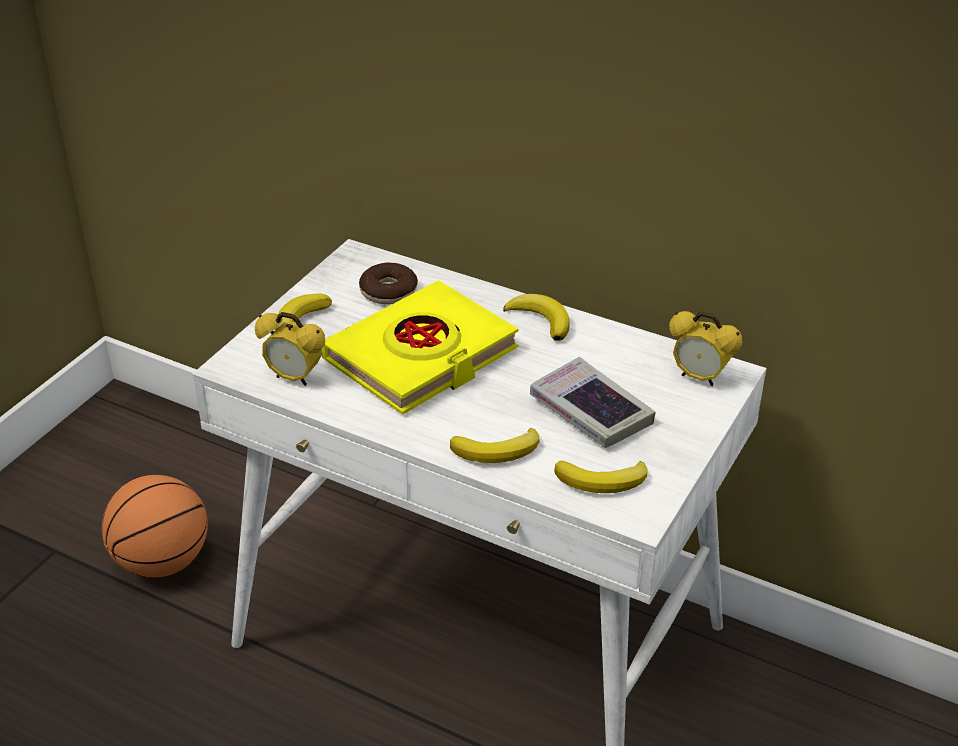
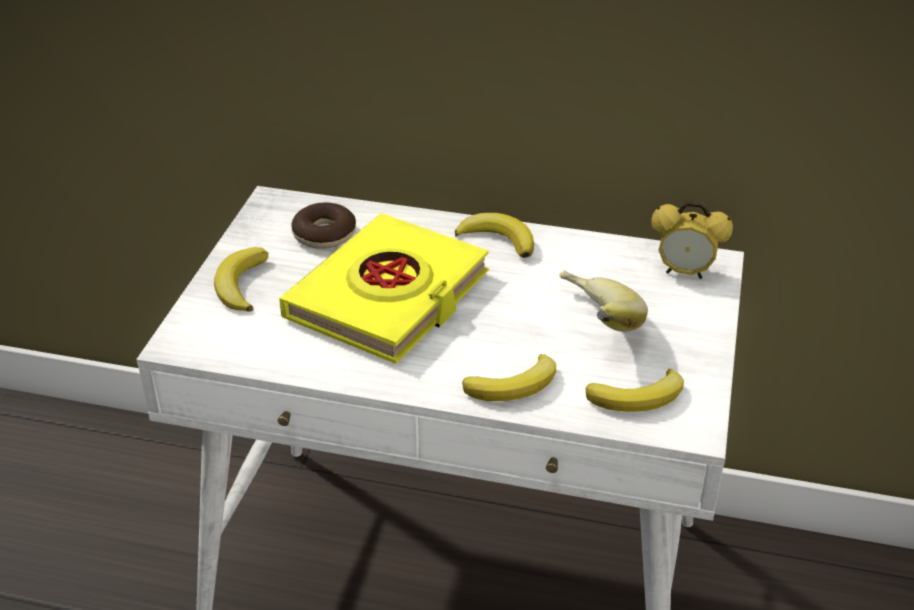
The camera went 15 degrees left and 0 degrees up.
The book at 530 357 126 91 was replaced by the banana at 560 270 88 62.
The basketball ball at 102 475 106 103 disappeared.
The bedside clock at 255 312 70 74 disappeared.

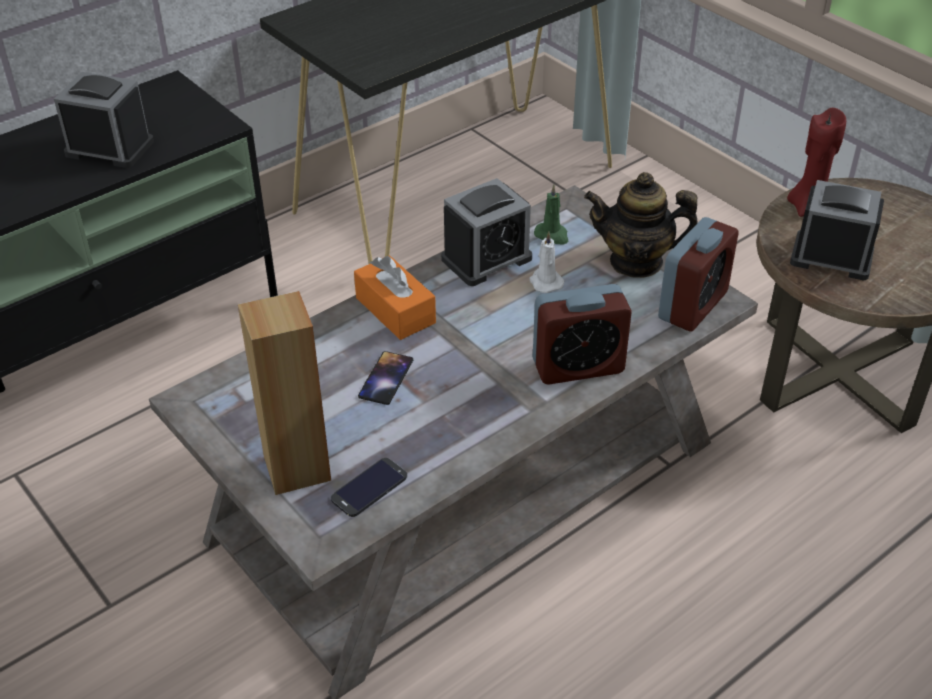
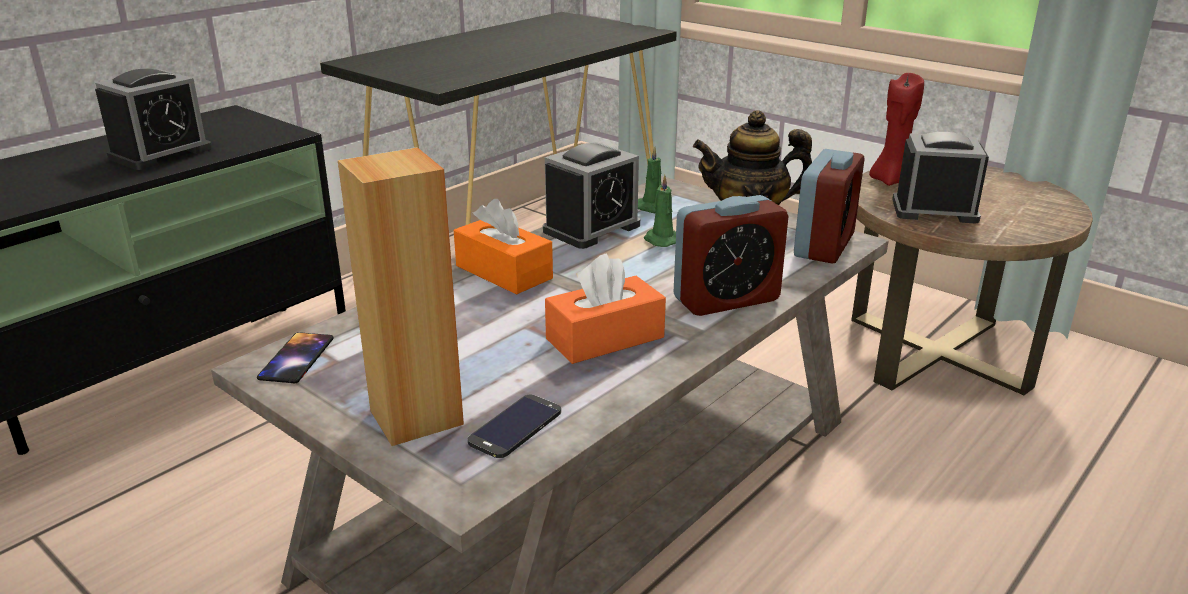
The camera went 10 degrees left and 15 degrees down.
The bedside clock at 54 72 100 96 turned 120 degrees clockwise.
The telephone moved from 358 351 55 54 to 257 332 77 51.
The tissue box (orange) at 545 253 121 111 appeared.
The candle (whitish) at 530 231 35 62 became the candle (greenish) at 644 175 32 72.

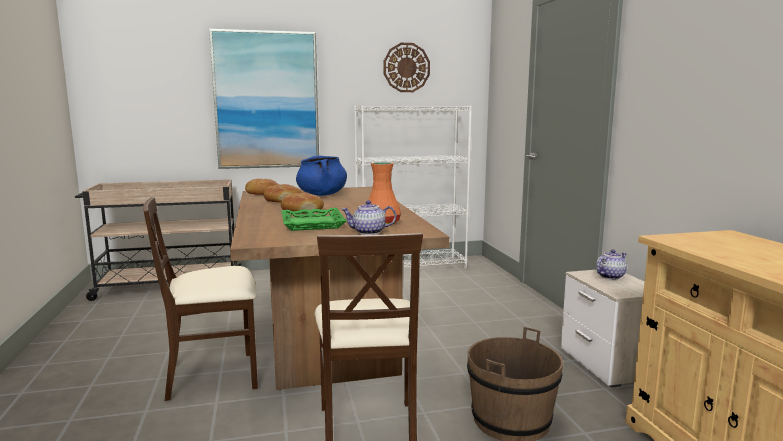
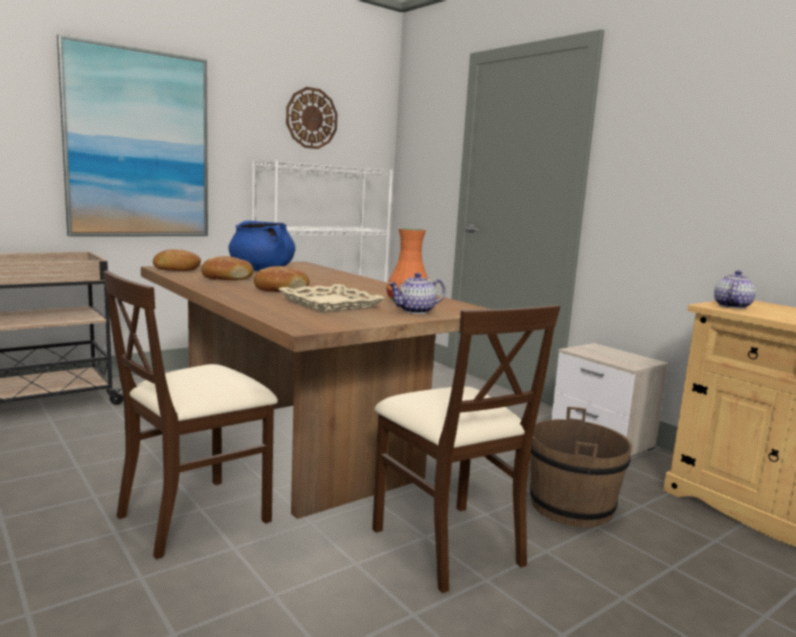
The camera went 25 degrees left and 0 degrees up.
The carrying tray (greenish) at 281 208 66 23 became the carrying tray (beige-coloured) at 279 284 106 28.
The pot for tea moved from 596 249 31 30 to 714 271 42 38.

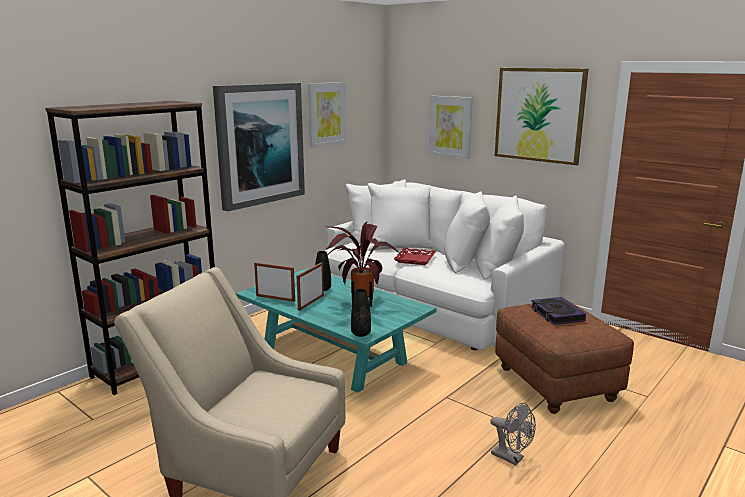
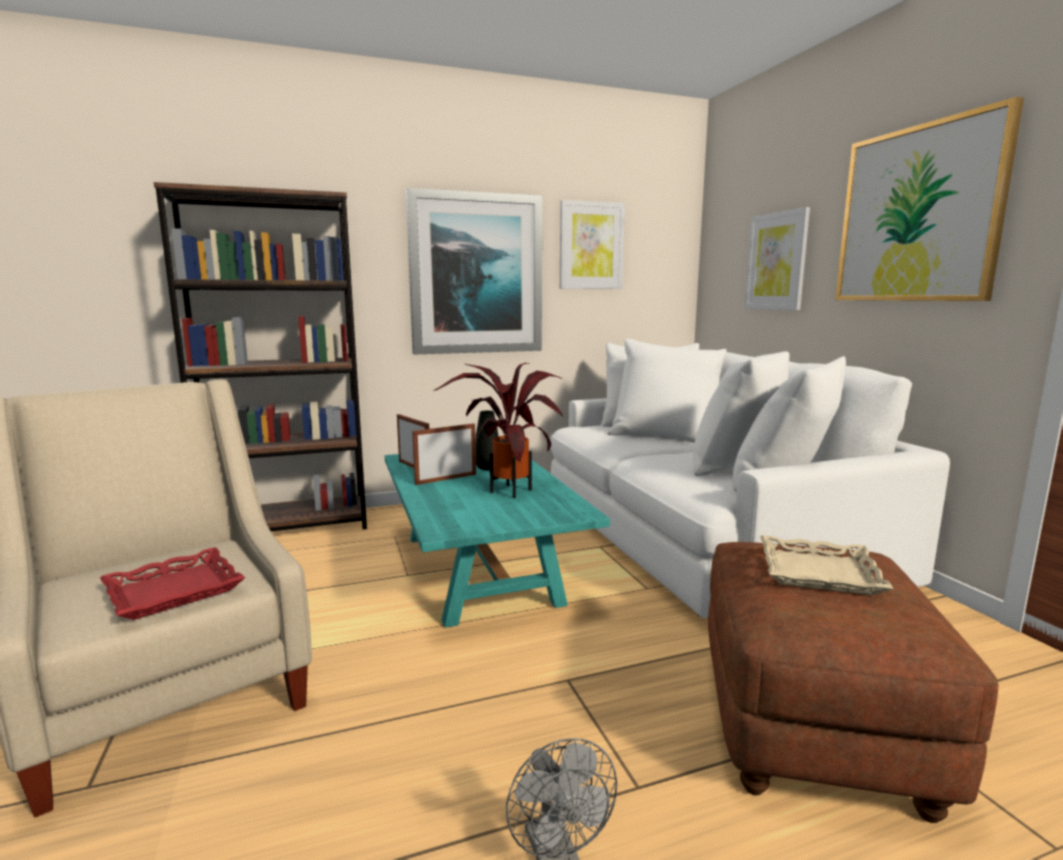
The camera went 30 degrees right and 5 degrees down.
The carrying tray (reddish) moved from 394 247 42 18 to 100 547 145 73.
The book at 531 297 55 28 was replaced by the carrying tray (beige-coloured) at 760 535 134 60.
The vase (blackish) at 351 289 20 48 disappeared.

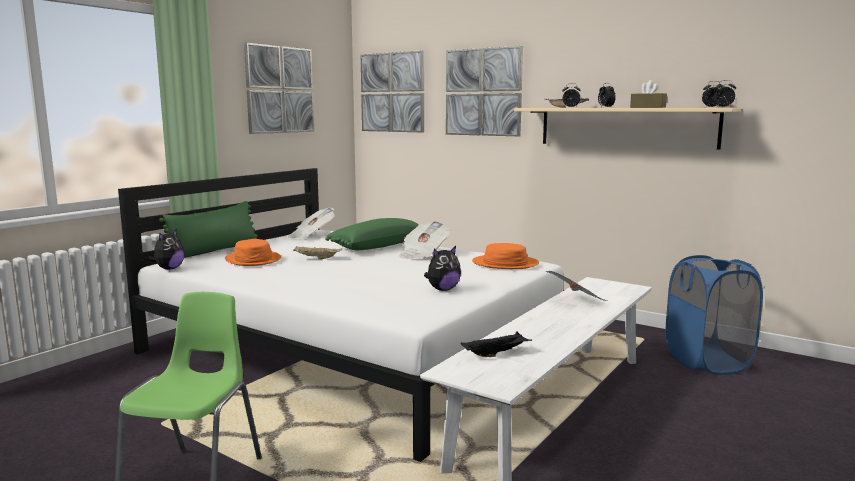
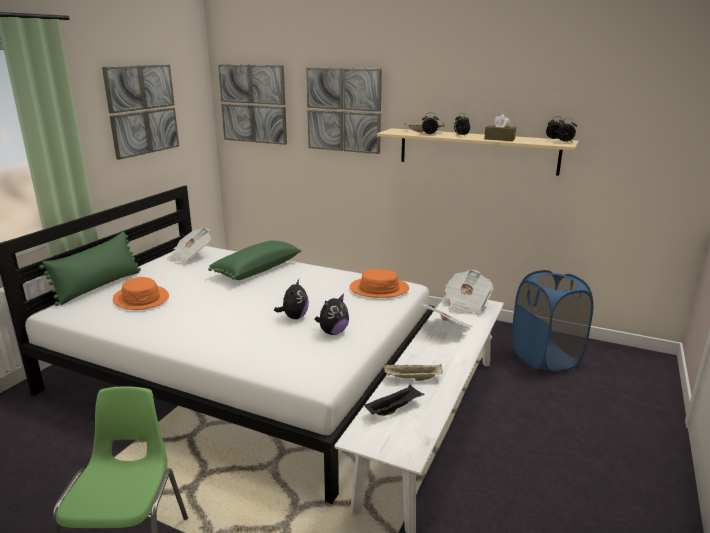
The camera went 10 degrees left and 10 degrees up.
The soft toy moved from 148 229 37 41 to 274 279 35 40.
The carrying tray (beige-coloured) moved from 293 246 49 13 to 384 364 59 17.
The printed paper moved from 400 221 51 38 to 444 270 50 44.

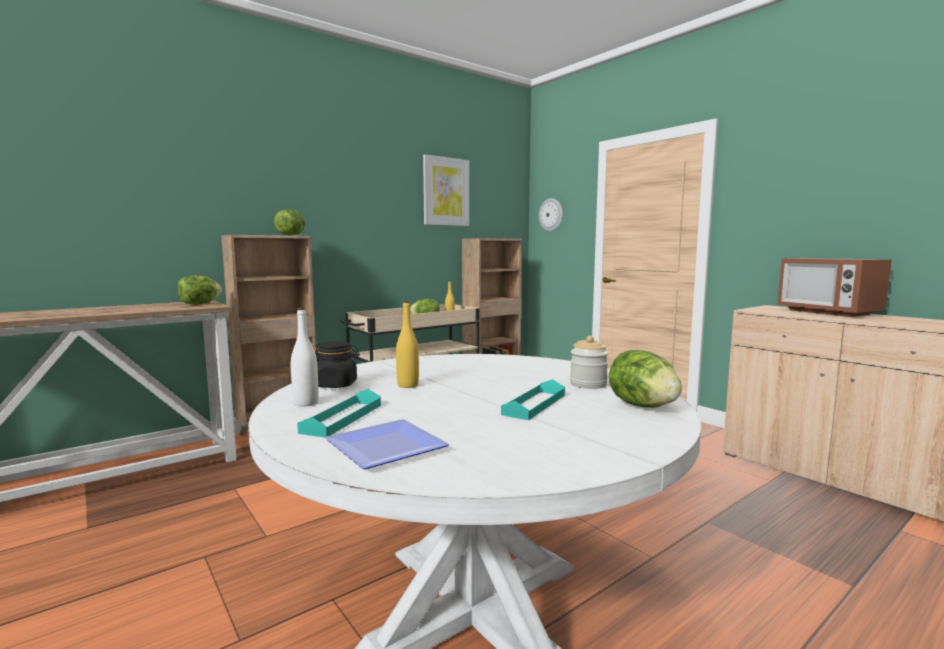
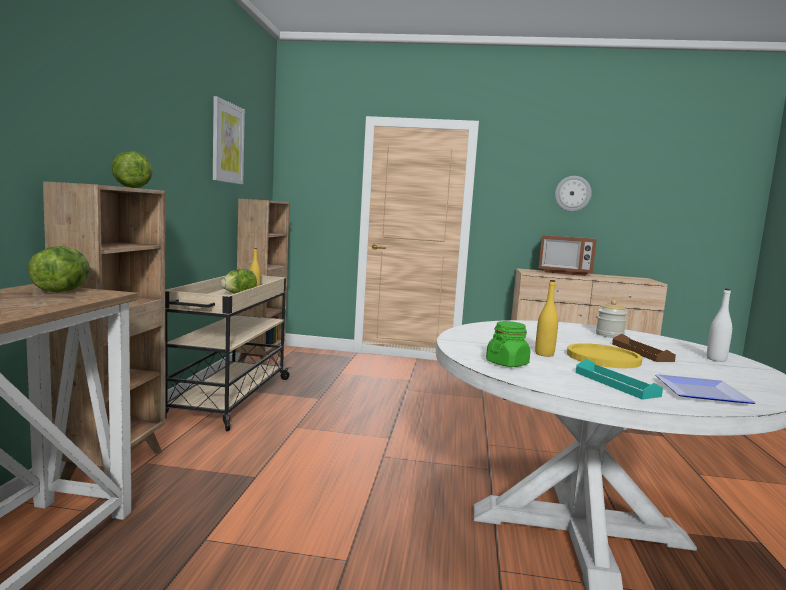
The camera went 45 degrees left and 0 degrees up.
The jar (blackish) at 313 341 47 47 became the jar (greenish) at 486 321 45 46.
The hanging clock moved from 539 198 24 34 to 555 176 37 36.
The plate (yellow) at 567 343 75 25 appeared.
The carrying tray (turquoise-coloured) at 501 379 64 41 became the carrying tray (brown) at 612 334 64 28.
The bottle (whitish) moved from 291 308 27 99 to 707 289 25 73.
The head of lettuce at 609 350 73 58 disappeared.

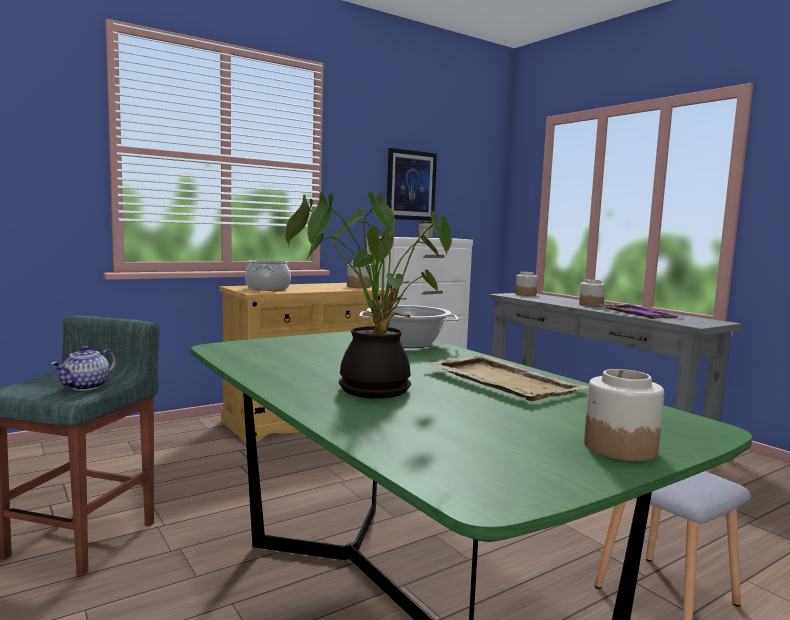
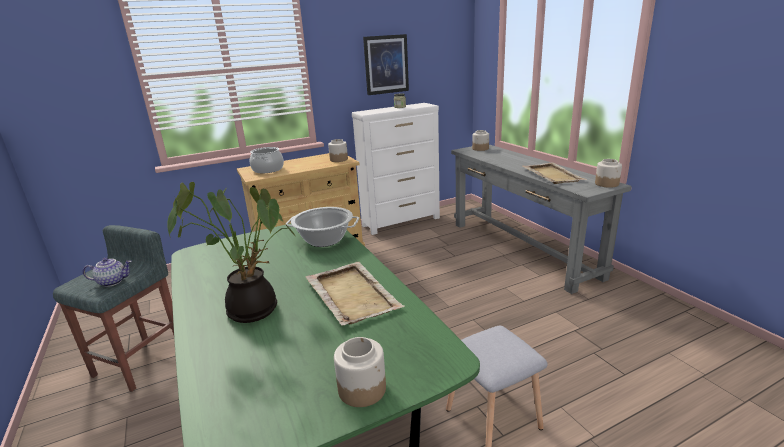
The camera went 10 degrees right and 15 degrees up.
The pot for tea at 51 346 65 45 turned 135 degrees counterclockwise.
The carrying tray (purple-coloured) at 598 304 82 15 became the carrying tray (beige-coloured) at 523 163 64 21.
The jar moved from 579 279 26 28 to 595 159 27 29.

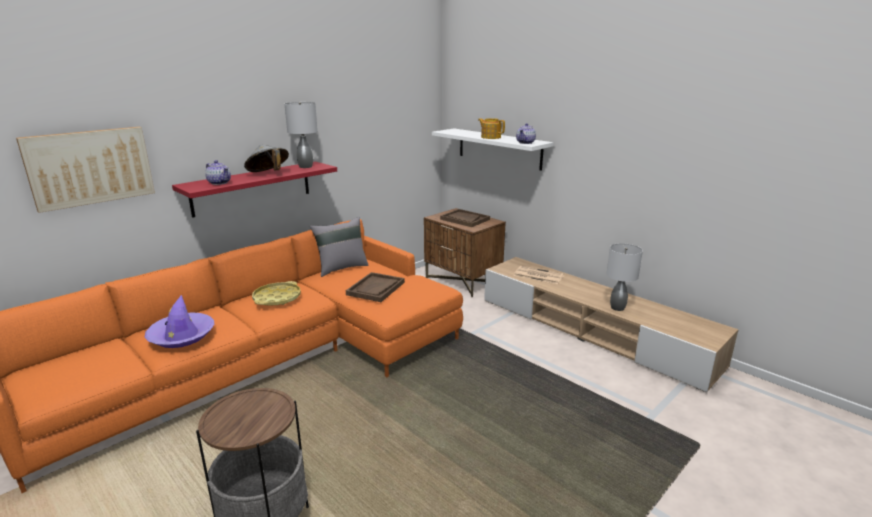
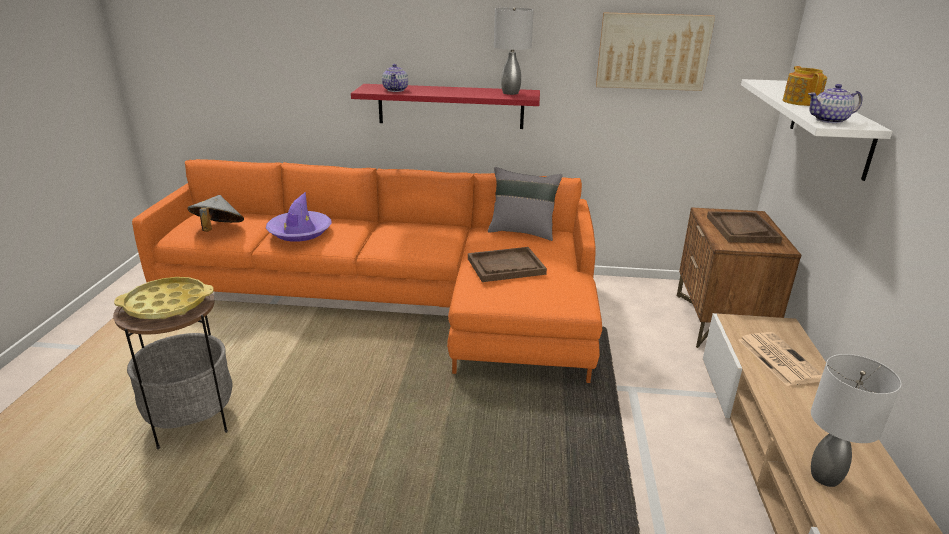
The camera went 50 degrees right and 5 degrees up.
The carrying tray (yellow) moved from 252 281 49 25 to 114 277 100 42.
The hat (grey) moved from 244 145 45 27 to 187 195 57 37.
The wall art moved from 16 127 139 86 to 596 12 119 79.

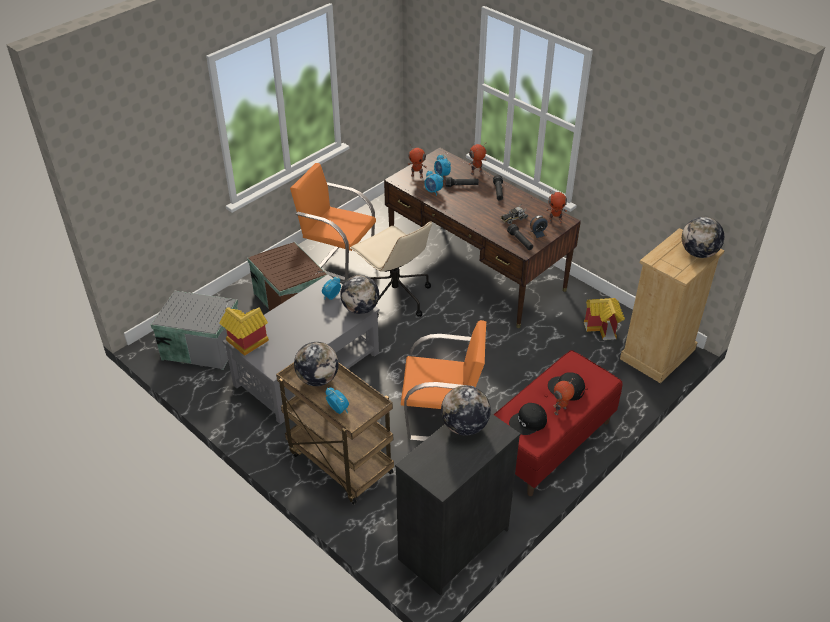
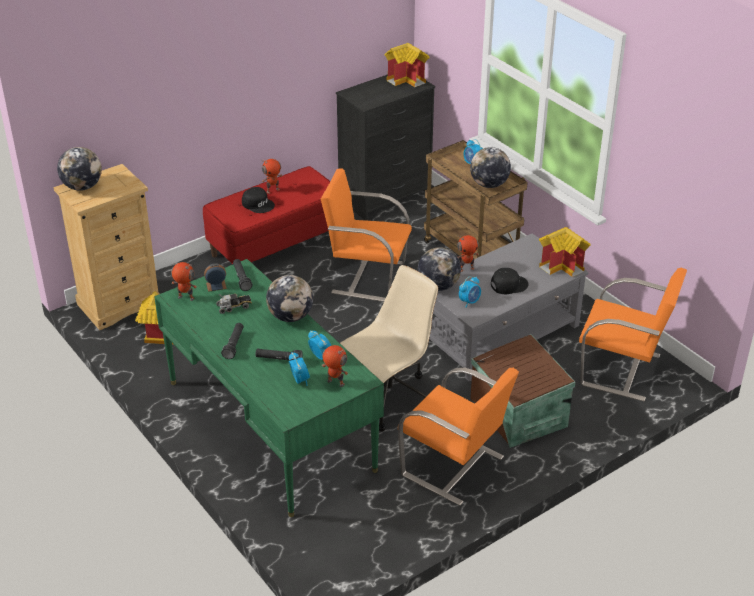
The camera went 170 degrees left and 5 degrees down.
The desk unit (brown) at 384 148 197 180 became the desk unit (greenish) at 154 259 230 258.
The desk globe moved from 441 385 50 51 to 266 275 47 47.
The desk chair (beige-coloured) at 350 221 82 96 turned 75 degrees clockwise.
The miniature house at 385 43 45 44 appeared.
The robot figure moved from 469 142 18 33 to 457 235 22 37.
The peaked cap (blackish) moved from 509 403 38 32 to 491 268 38 26.
The storage bin (grey) at 151 291 87 79 was replaced by the plain chair (orange) at 579 268 108 133.

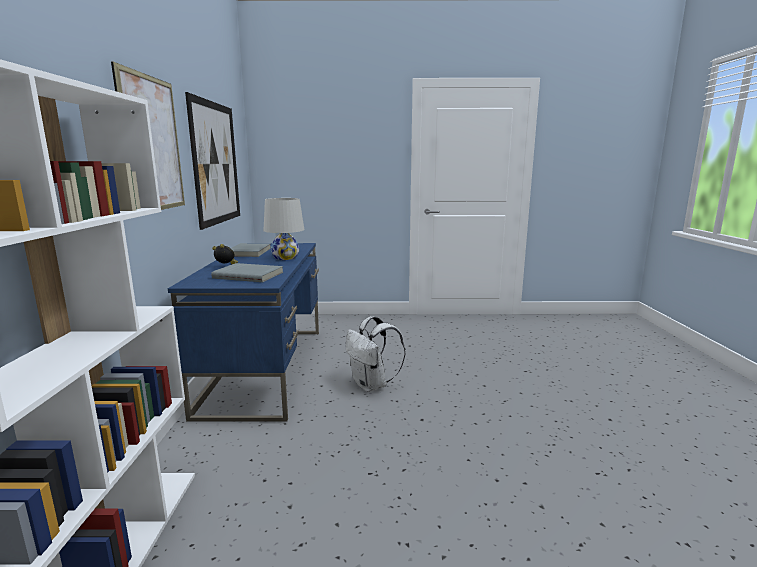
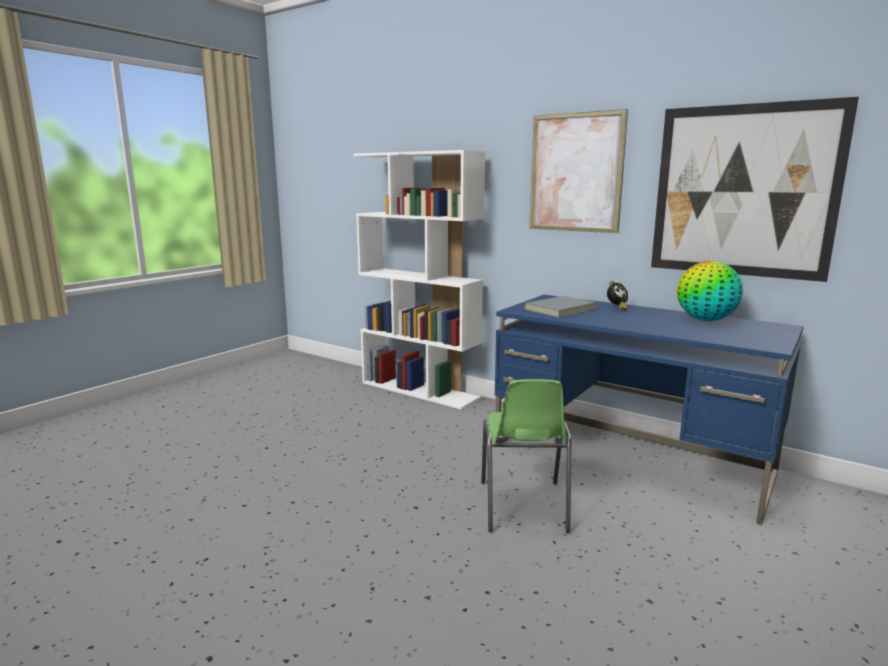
The camera went 125 degrees right and 0 degrees up.
The rucksack (whitish) at 346 316 59 76 was replaced by the plain chair (greenish) at 481 379 91 154.
The book (grey) at 231 243 40 14 was replaced by the desk globe at 677 261 66 60.
The tabletop lamp (whitish) at 263 198 41 62 disappeared.

